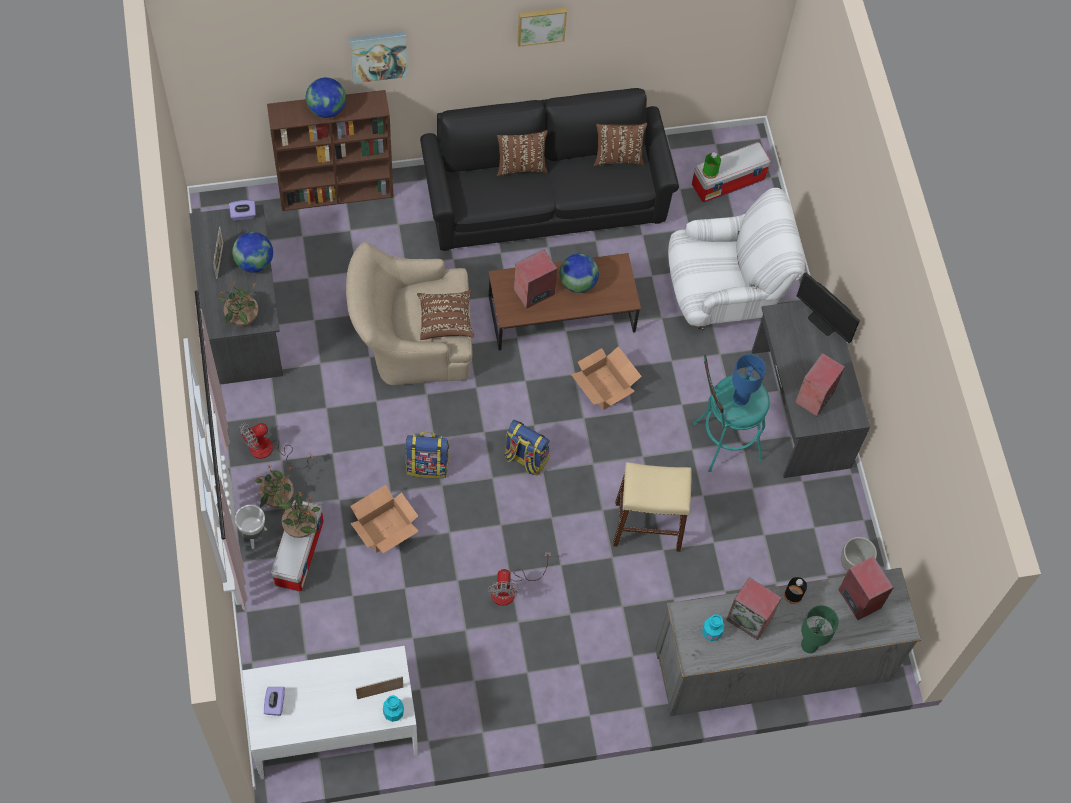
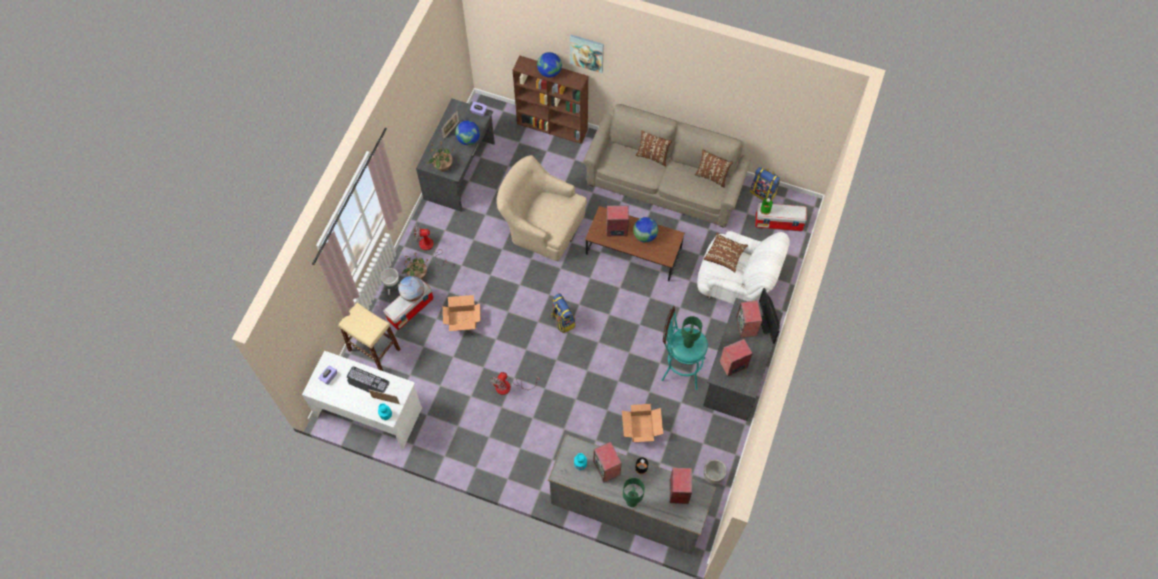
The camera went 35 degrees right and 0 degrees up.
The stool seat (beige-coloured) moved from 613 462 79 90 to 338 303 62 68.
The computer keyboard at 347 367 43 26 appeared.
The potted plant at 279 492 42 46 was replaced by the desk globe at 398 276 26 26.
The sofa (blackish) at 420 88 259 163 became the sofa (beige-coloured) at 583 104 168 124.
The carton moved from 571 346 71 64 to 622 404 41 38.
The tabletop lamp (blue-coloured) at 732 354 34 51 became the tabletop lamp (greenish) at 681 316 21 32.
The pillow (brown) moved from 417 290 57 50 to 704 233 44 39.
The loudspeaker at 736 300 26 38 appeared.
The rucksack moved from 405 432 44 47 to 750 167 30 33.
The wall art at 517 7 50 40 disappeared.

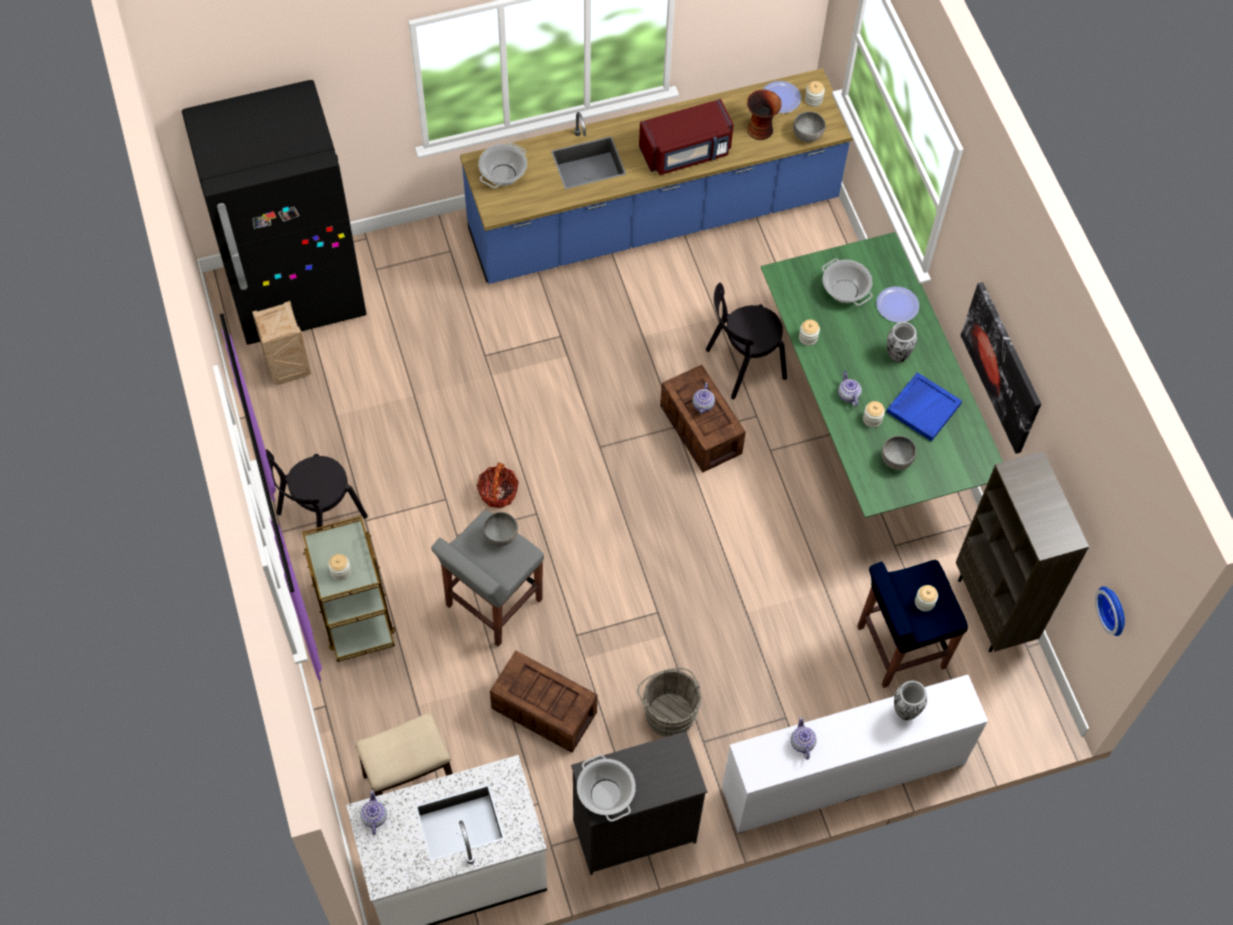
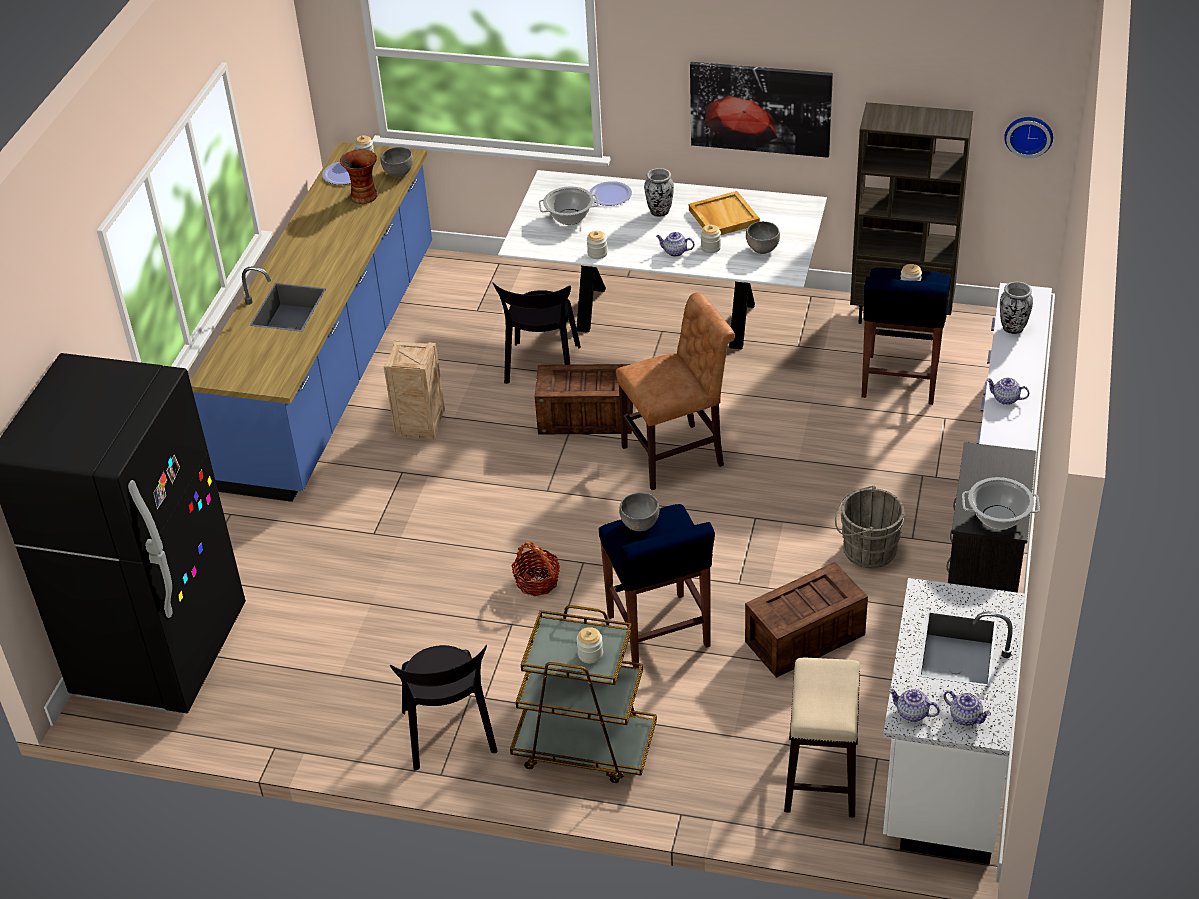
The camera went 55 degrees left and 20 degrees down.
The shipping crate moved from 252 301 59 84 to 384 340 61 100.
The dinner table (greenish) at 760 232 243 286 became the dinner table (whitish) at 498 170 329 179.
The stool seat (grey) at 431 510 113 137 became the stool seat (blue-coloured) at 599 504 116 164.
The plain chair (brown) at 616 292 119 198 appeared.
The carrying tray (blue-coloured) at 886 372 76 70 became the carrying tray (beige-coloured) at 689 191 71 44.
The pot for tea moved from 692 382 23 32 to 944 690 47 36.
The stockpot at 478 143 49 45 disappeared.
The microwave oven (reddish) at 639 99 95 76 disappeared.

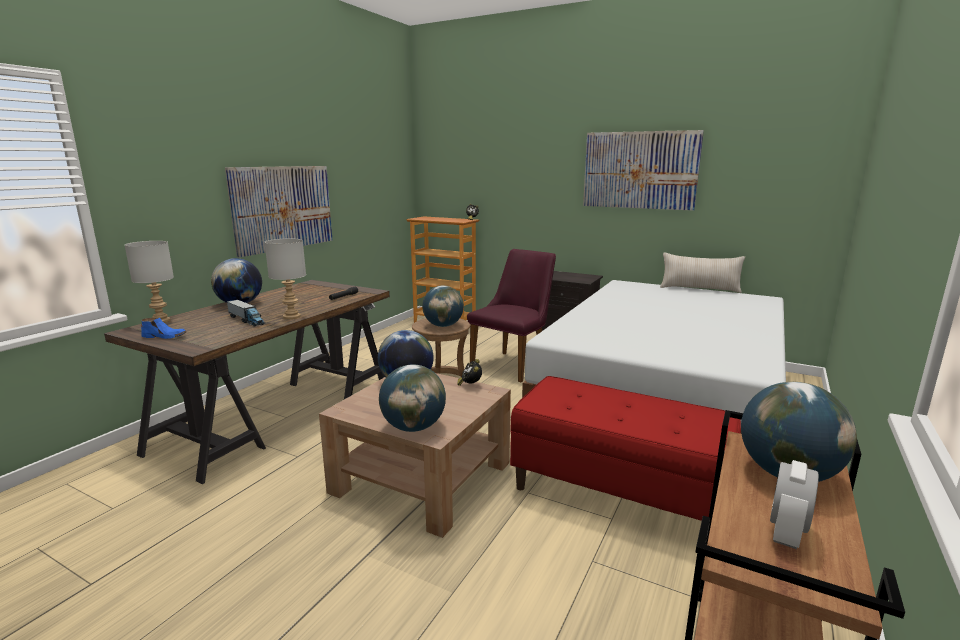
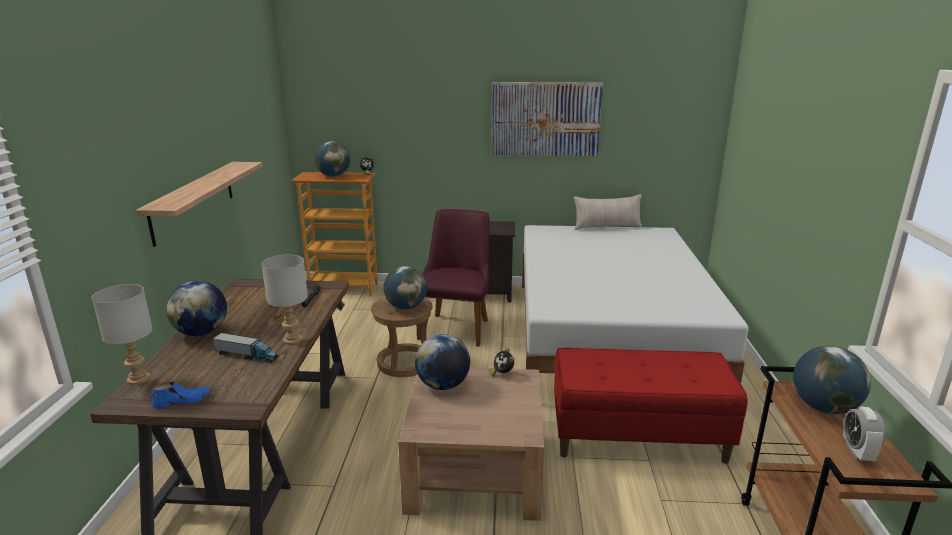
The camera went 25 degrees left and 5 degrees up.
The wall art at 225 166 108 92 was replaced by the shelf at 135 162 128 85.
The desk globe moved from 379 364 67 68 to 314 141 36 36.

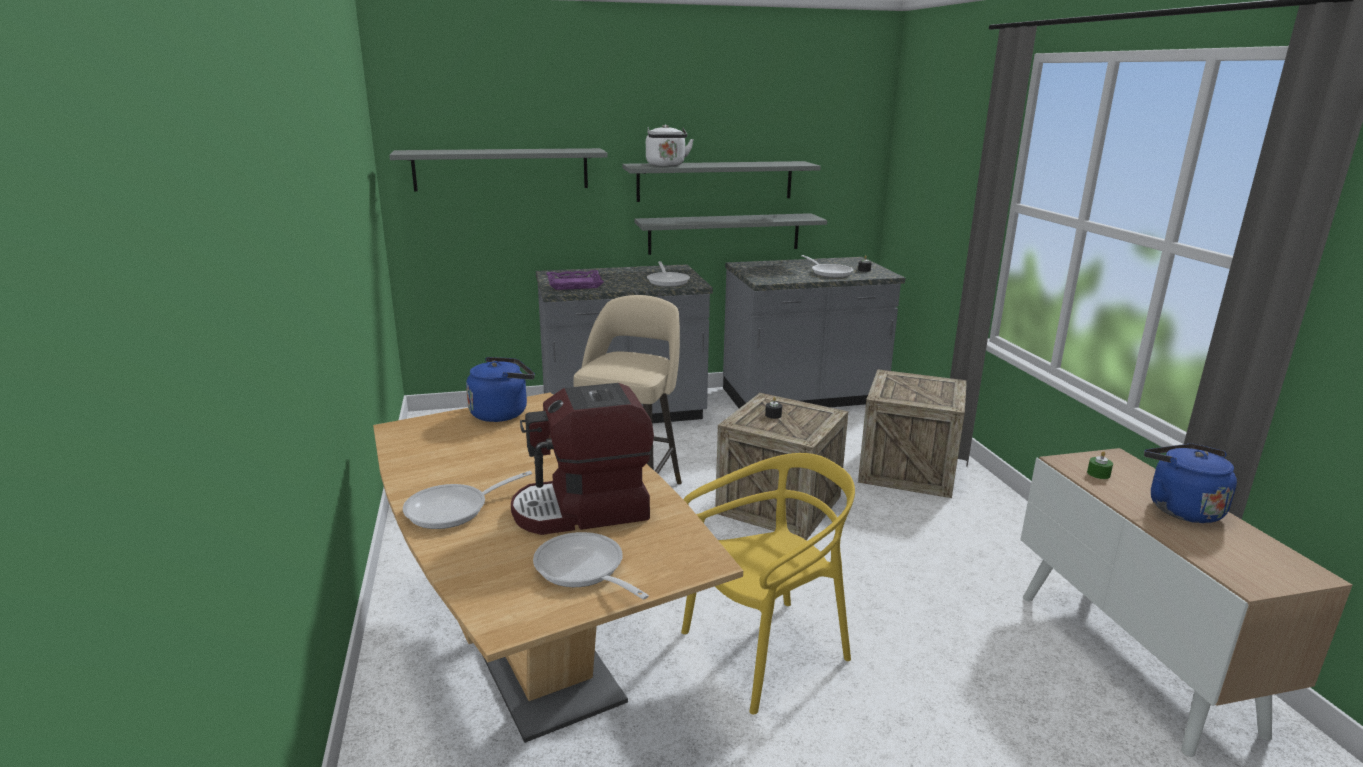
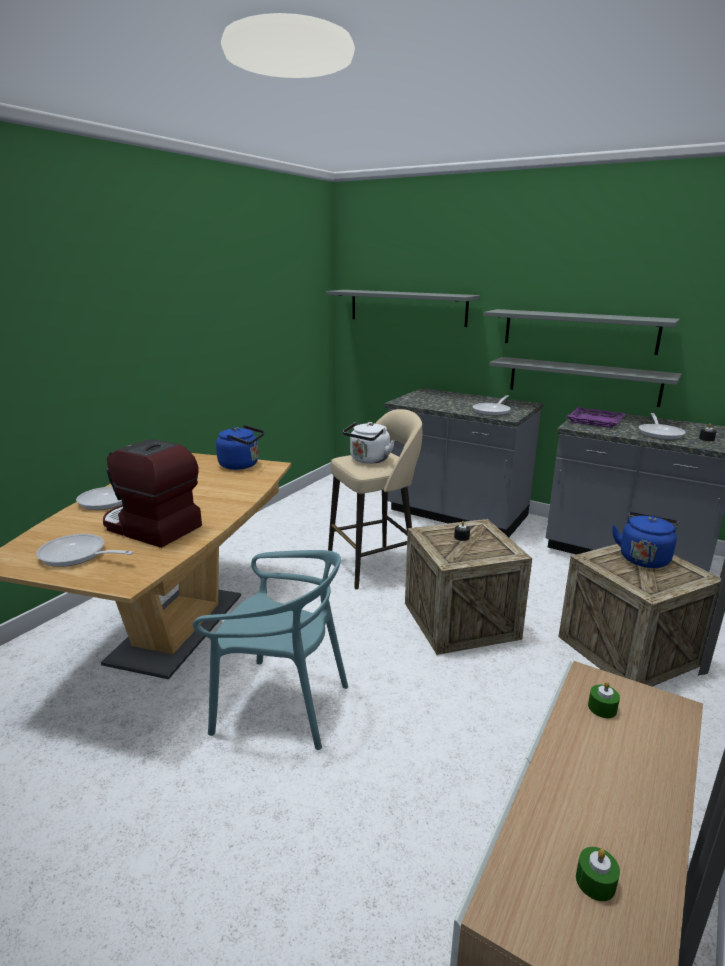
The camera went 45 degrees right and 0 degrees up.
The frying pan at 533 532 116 68 turned 75 degrees counterclockwise.
The plain chair (yellow) at 681 453 174 261 became the plain chair (turquoise-coloured) at 193 550 155 200.
The kettle (whitish) moved from 646 125 48 41 to 343 422 52 42.
The carrying tray (purple-coloured) moved from 546 270 58 20 to 567 407 59 21.
The candle (greenish) at 576 847 44 54 appeared.
The kettle (blue-coloured) moved from 1144 444 93 79 to 612 512 67 56.

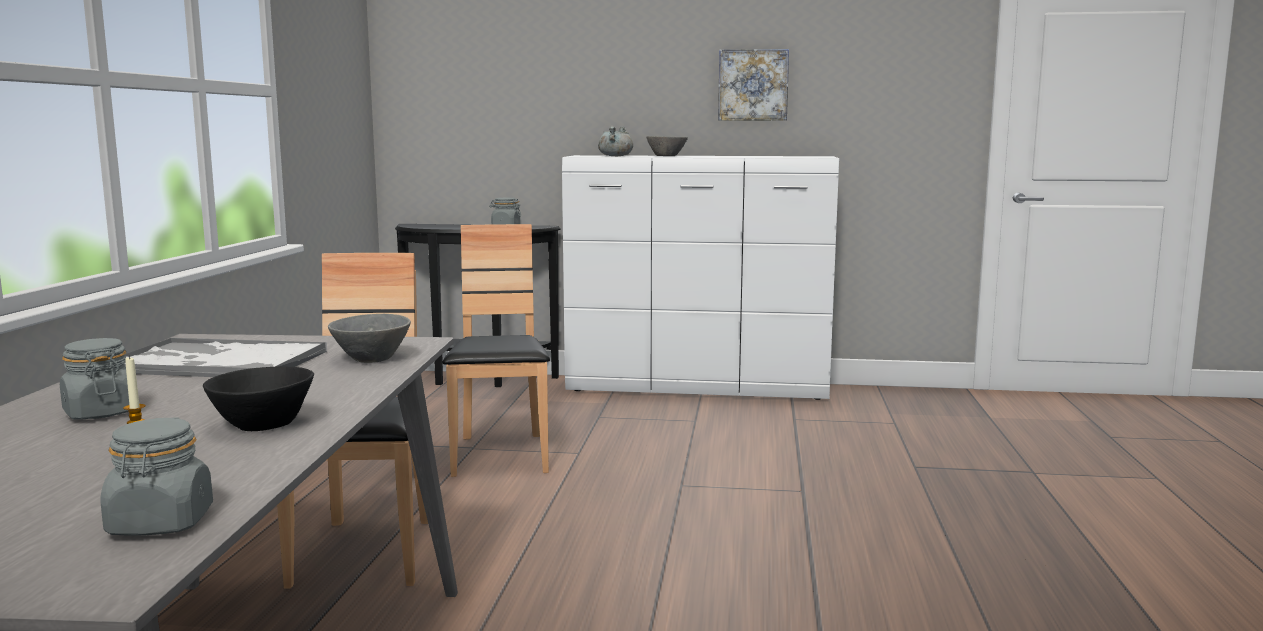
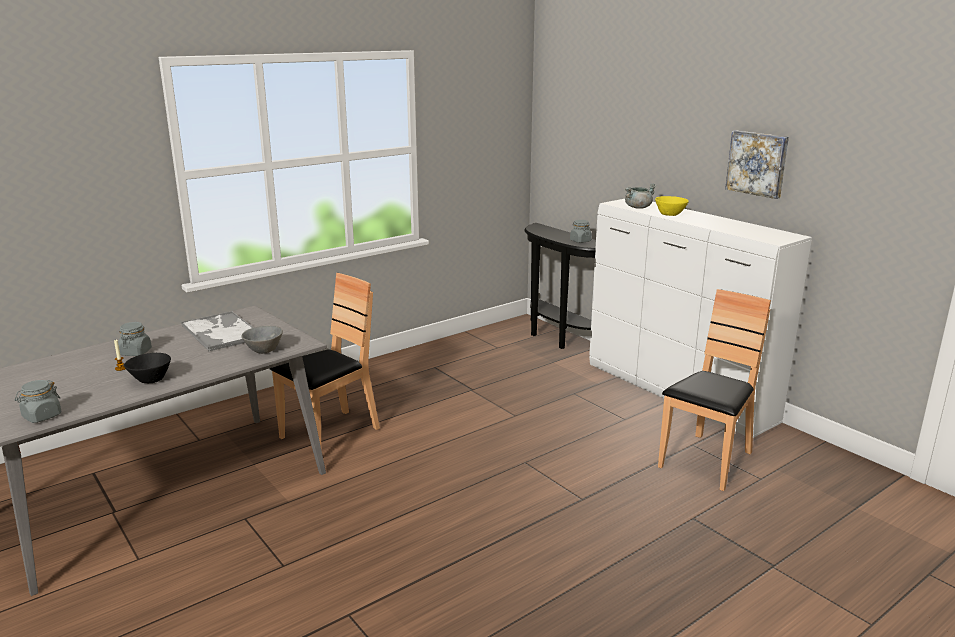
The camera went 45 degrees right and 10 degrees up.
The deep dish (grey) at 647 136 41 20 became the deep dish (yellow) at 655 196 34 20.
The plain chair (brown) moved from 442 224 108 253 to 658 289 113 202.

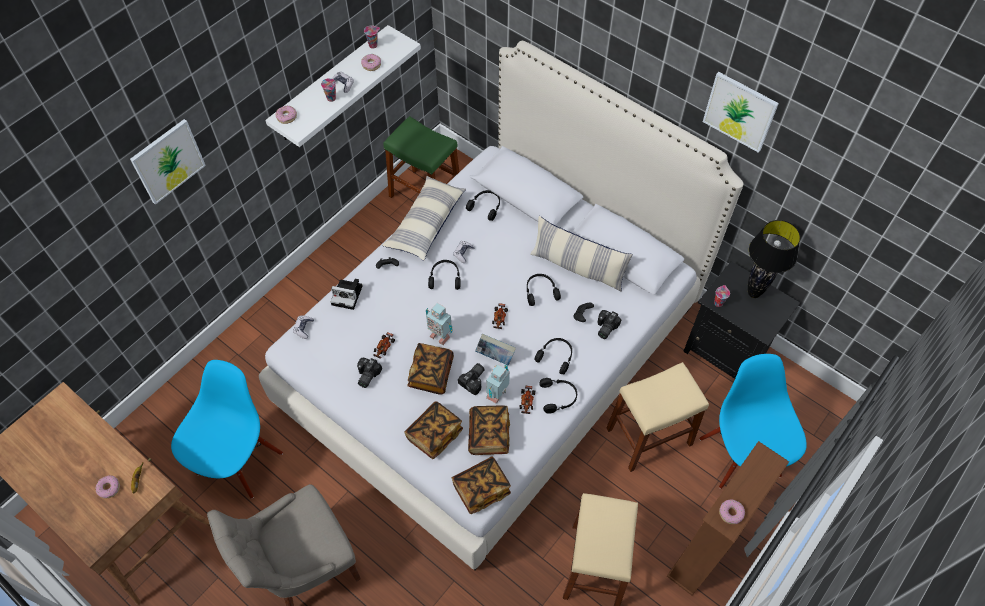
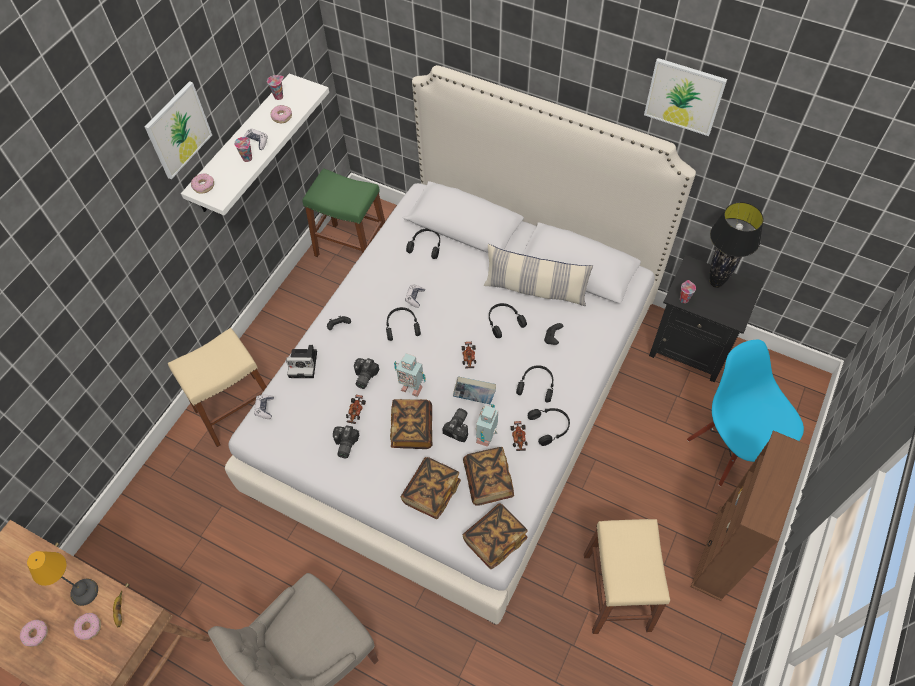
The camera went 10 degrees left and 0 degrees up.
The donut moved from 719 499 26 25 to 20 620 28 27.
The tabletop lamp at 27 551 71 55 appeared.
The wall art moved from 130 119 76 86 to 145 81 67 98.
The stool seat (beige-coloured) moved from 606 362 103 110 to 168 328 99 119.
The photo camera moved from 598 310 24 29 to 354 358 25 31.
The plain chair (blue-coloured) at 171 360 112 139 disappeared.
The pillow at 382 176 84 85 disappeared.

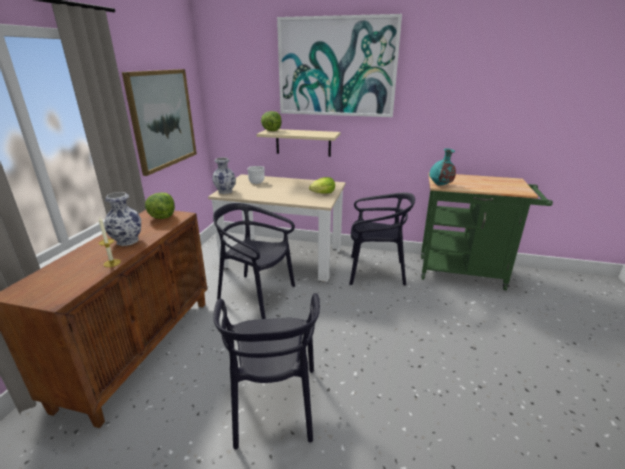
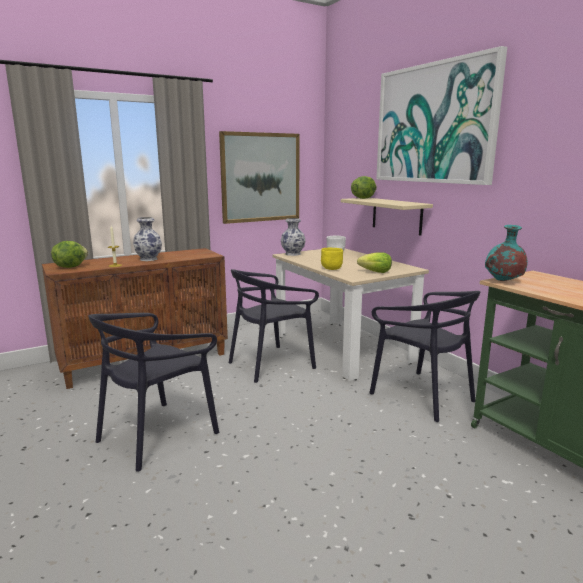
The camera went 45 degrees right and 10 degrees down.
The head of lettuce moved from 145 192 30 27 to 51 241 37 27.
The plain chair (blackish) at 213 203 82 116 turned 105 degrees counterclockwise.
The deep dish (yellow) at 321 248 22 22 appeared.

